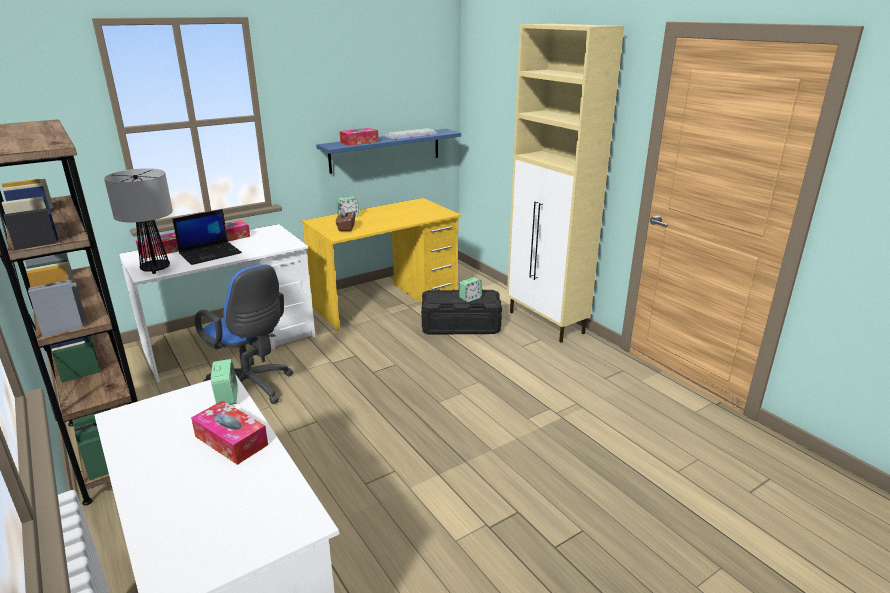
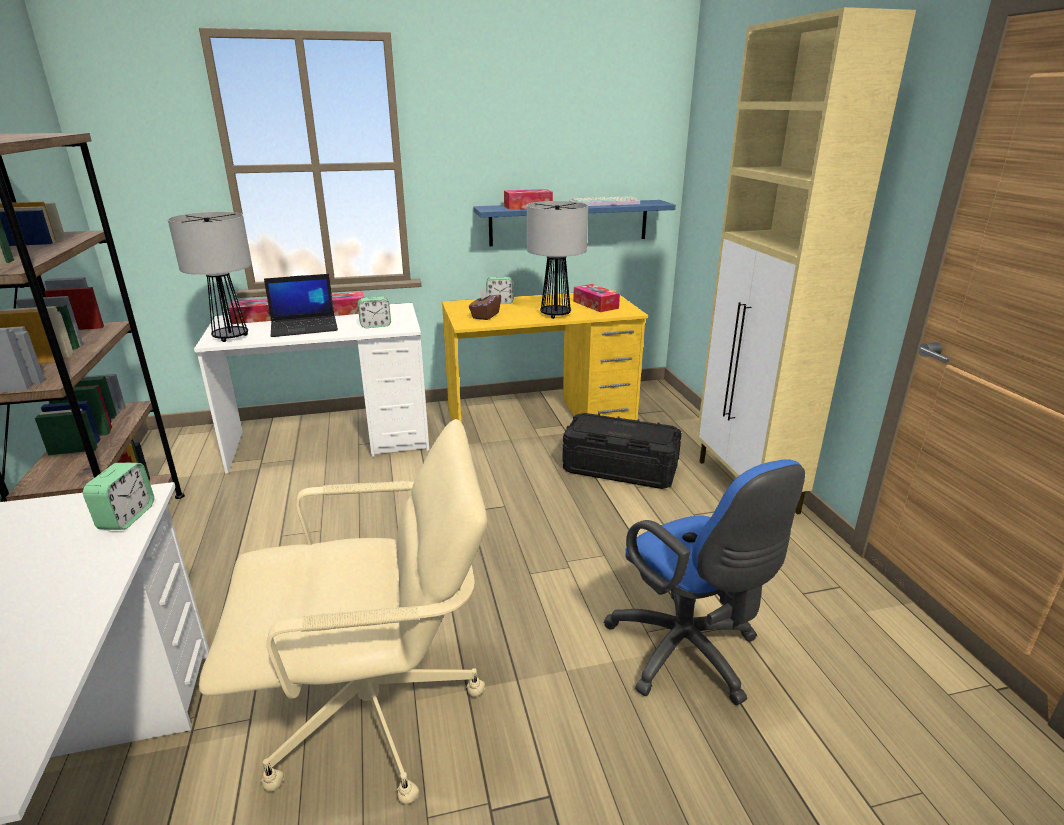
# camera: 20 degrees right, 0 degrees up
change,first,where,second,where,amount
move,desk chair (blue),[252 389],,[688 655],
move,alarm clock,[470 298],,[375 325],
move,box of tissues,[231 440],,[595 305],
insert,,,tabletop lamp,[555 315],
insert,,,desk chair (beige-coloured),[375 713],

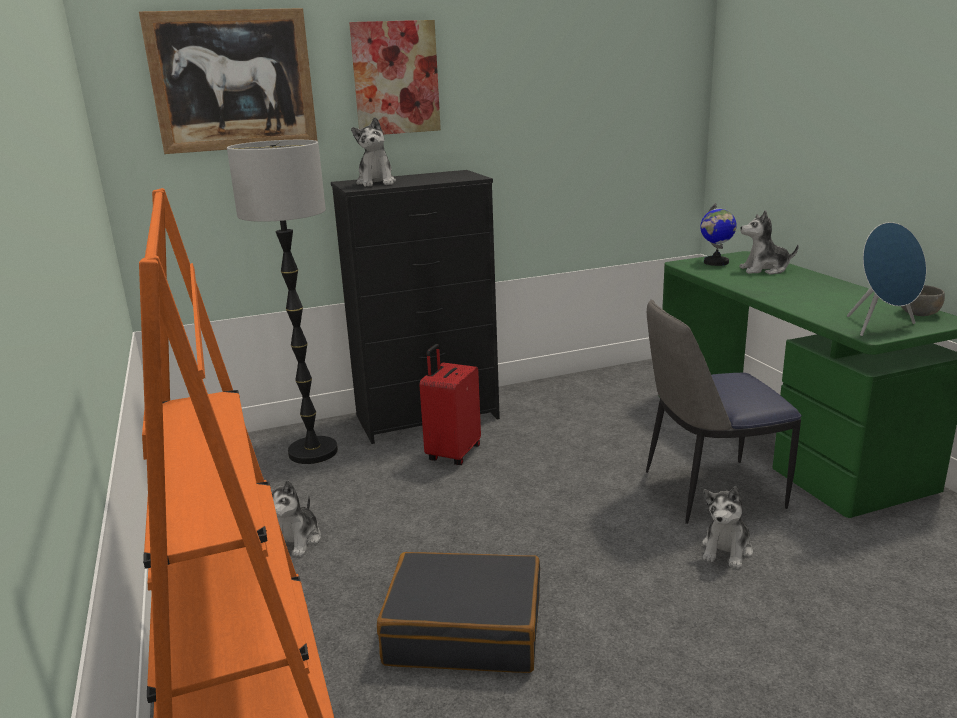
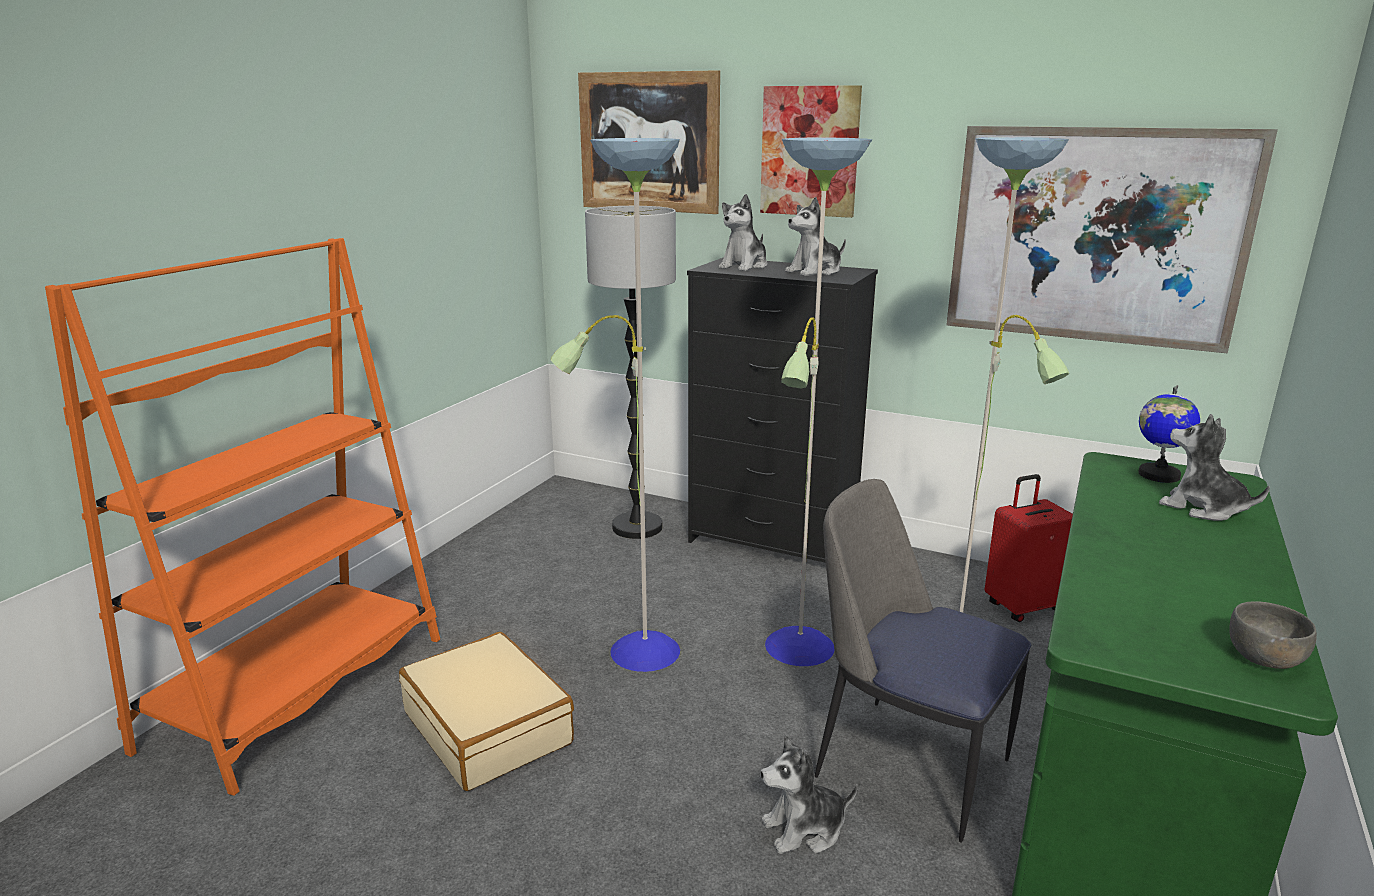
# camera: 45 degrees right, 0 degrees up
change,first,where,second,where,amount
delete,loudspeaker (blue),[881 327],,,
move,piece of luggage (reddish),[452 453],,[1022 607],
move,cuddly toy,[297 541],,[815 272],
recolor,piece of luggage (black-coloured),[464 629],piece of luggage (beige-coloured),[488 727],
insert,,,wall art,[1095 236],
insert,,,floor lamp,[800 649],

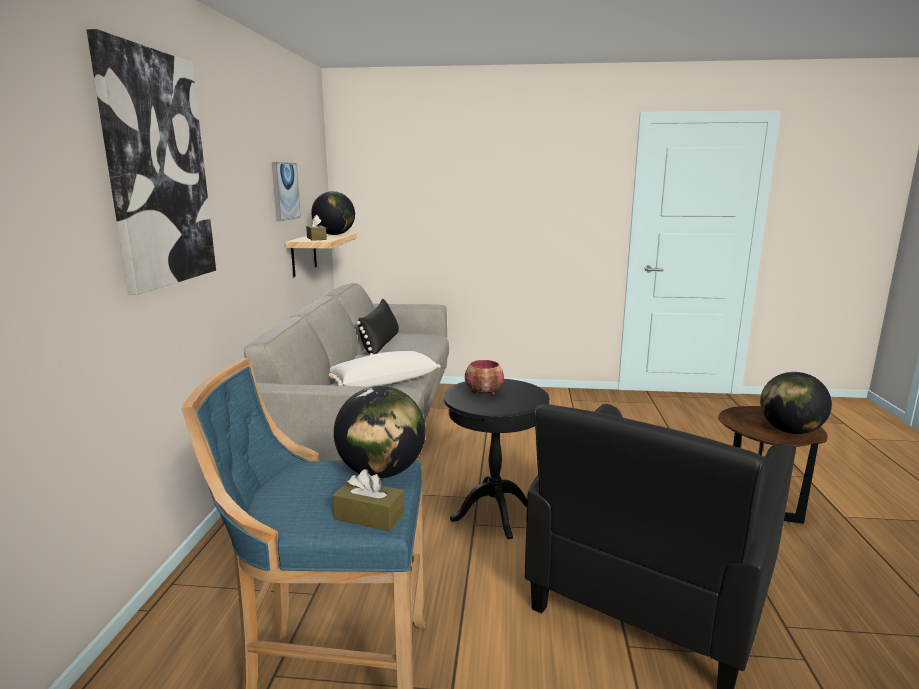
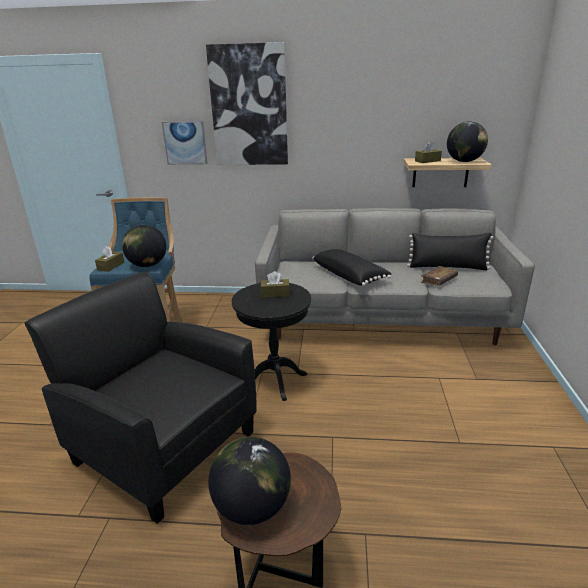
# camera: 90 degrees right, 10 degrees up
change,first,where,second,where,amount
move,wall art,[285 191],,[185 142],
recolor,pillow (white),[383 382],pillow (black-coloured),[350 276],
replace,deep dish,[485 393],box of tissues (brown-coloured),[275 293],
insert,,,book (brown-coloured),[438 281],

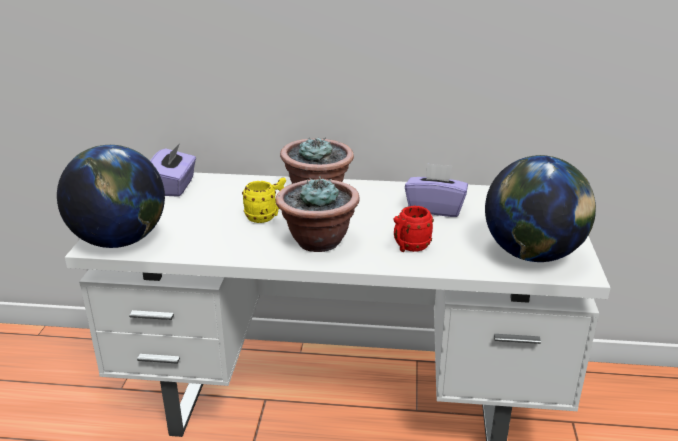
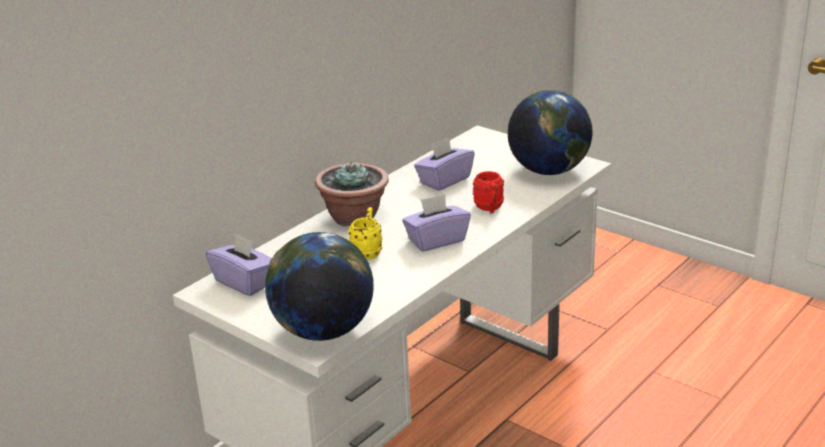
# camera: 55 degrees left, 0 degrees up
change,first,where,second,where,amount
replace,plant in a pot,[318 241],box of tissues (purple),[436 240],

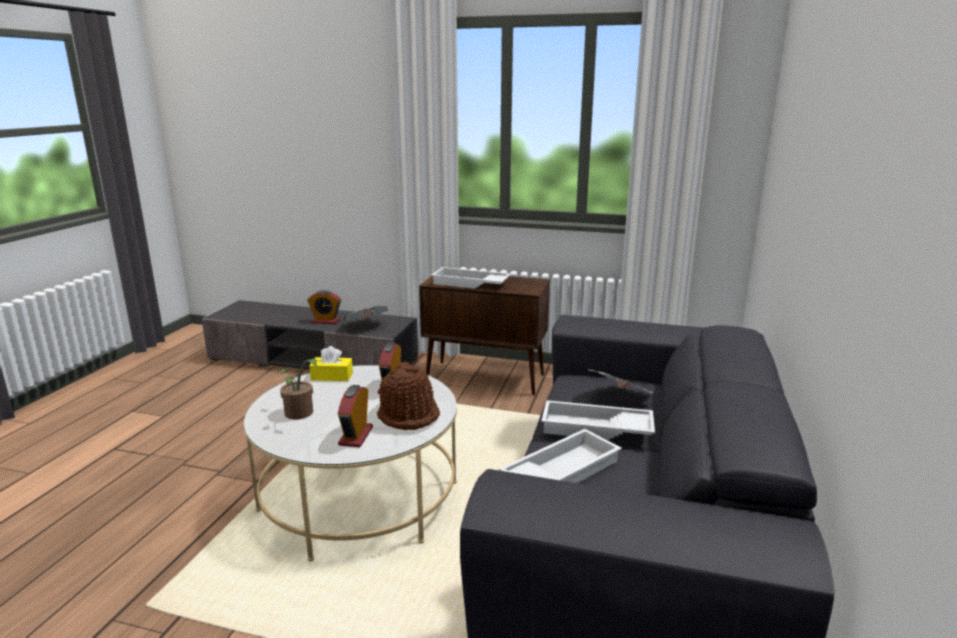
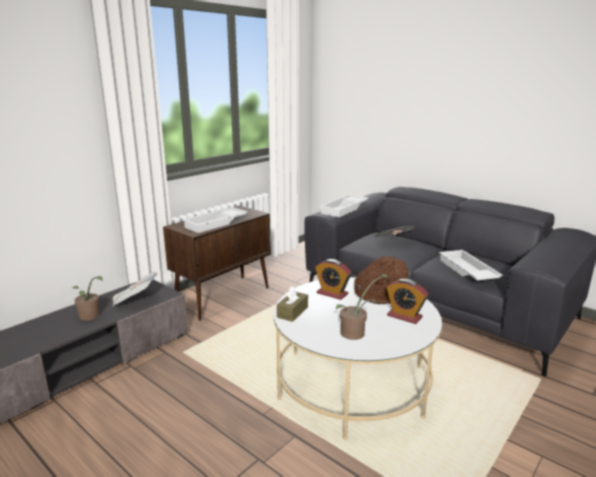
# camera: 65 degrees left, 0 degrees up
change,first,where,second,where,amount
replace,alarm clock,[326 321],plant in a pot,[90 316],
recolor,box of tissues (yellow-coloured),[332 376],box of tissues (brown-coloured),[292 312],
move,tray (white),[595 429],,[345 209],

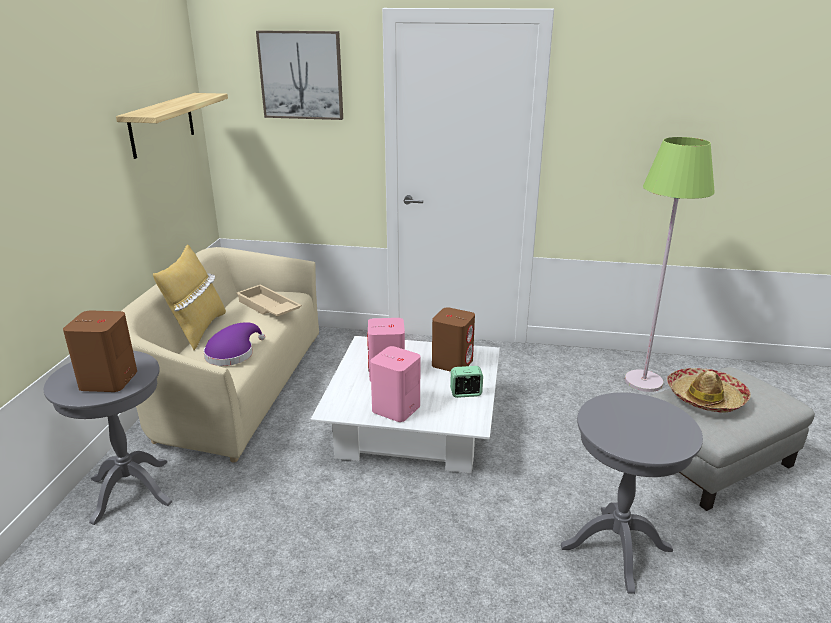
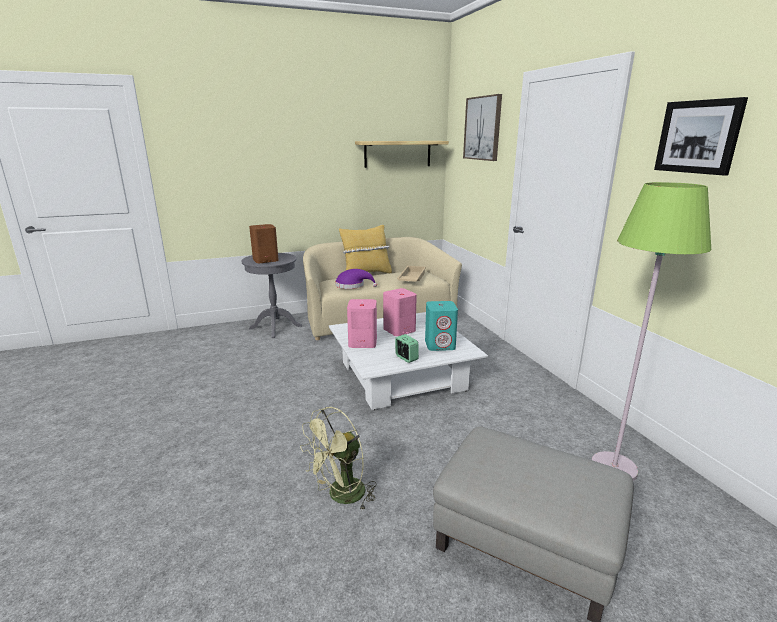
# camera: 60 degrees right, 5 degrees down
change,first,where,second,where,amount
recolor,loudspeaker (brown-coloured),[452 363],loudspeaker (blue-green),[440 345],
delete,hat,[705 397],,,
replace,accent table (grey),[616 548],fan (greenish),[341 496],
insert,,,wall art,[698 137],

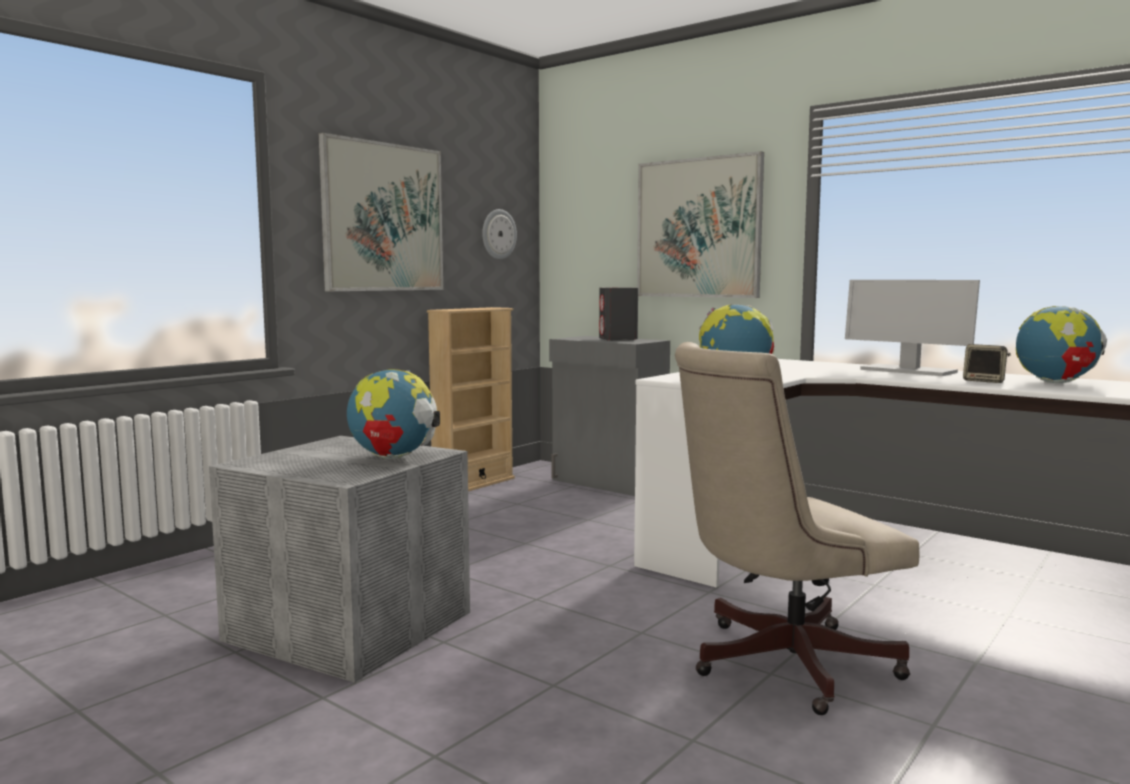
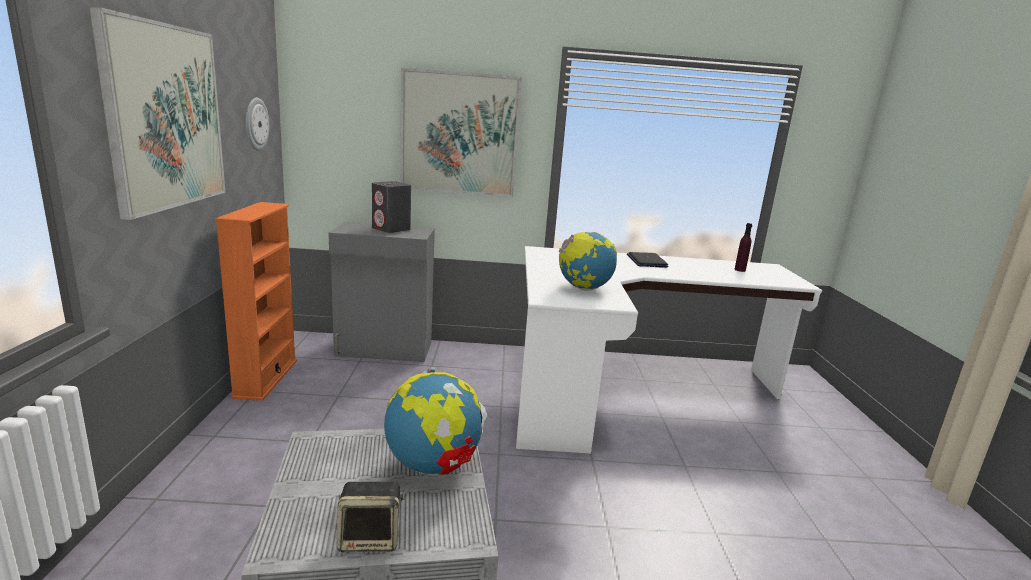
# camera: 40 degrees left, 10 degrees up
change,first,where,second,where,amount
replace,computer display,[907 371],portable computer,[646 261],
replace,desk globe,[1056 383],beverage bottle (purple),[740 270],
recolor,bookshelf (beige-coloured),[473 484],bookshelf (orange),[266 378],
delete,desk chair (beige-coloured),[779 663],,,
move,loudspeaker,[985 381],,[371 539],

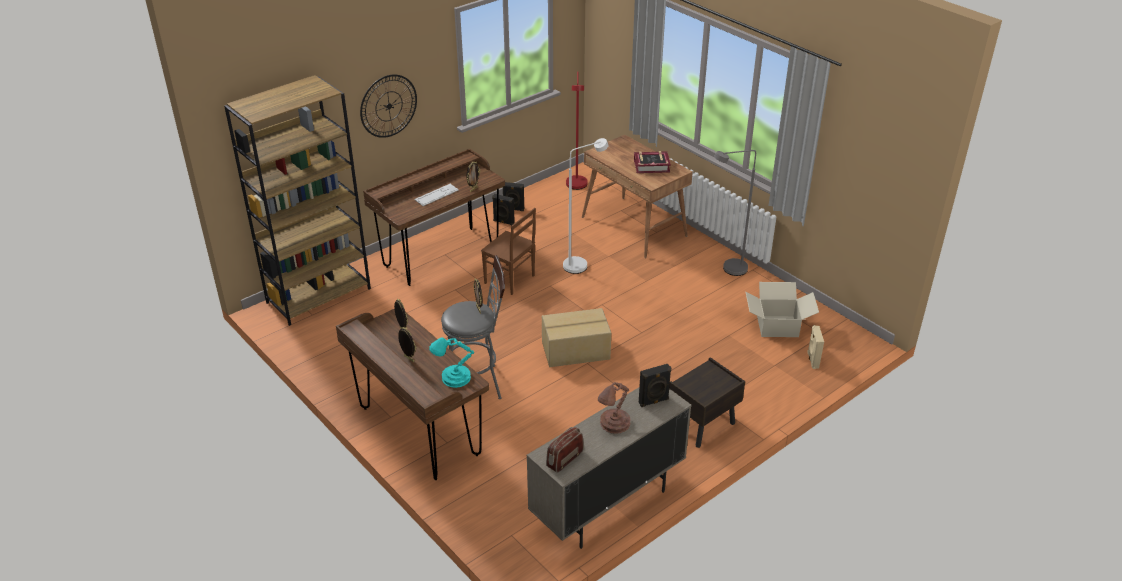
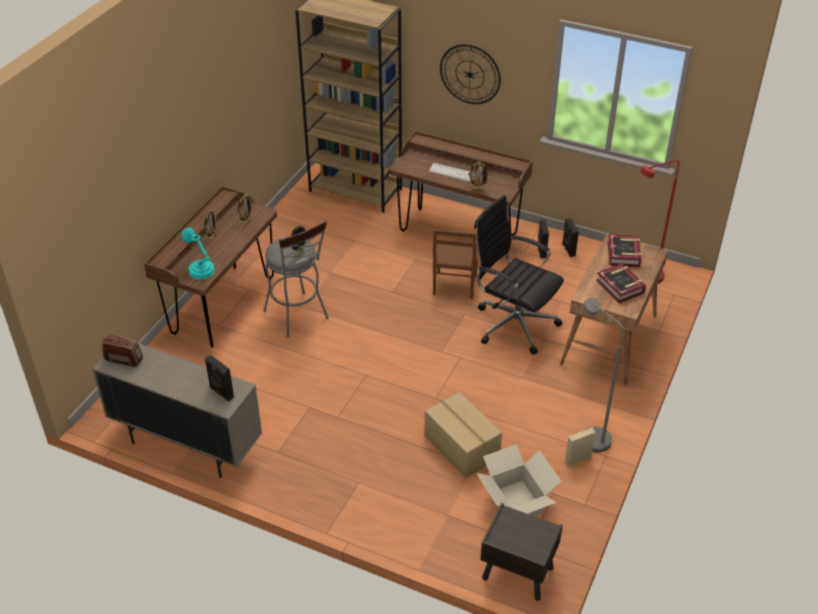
# camera: 65 degrees right, 5 degrees up
change,first,where,second,where,amount
replace,floor lamp (white),[581 264],desk chair (black-coloured),[513 323],
move,carton,[576 351],,[461 447],
move,loudspeaker (beige-coloured),[812 360],,[577 459],
move,night table (brown-coloured),[702 426],,[516 573],
delete,tabletop lamp (brown-coloured),[613 424],,,
insert,,,book,[624 254],

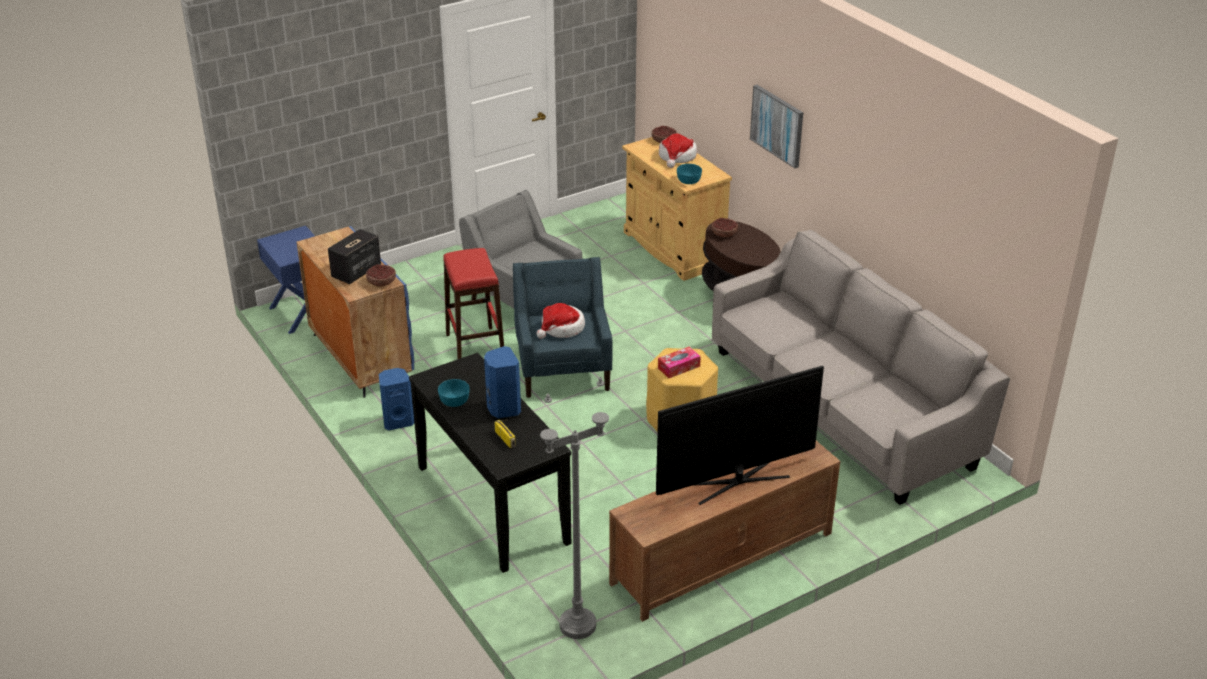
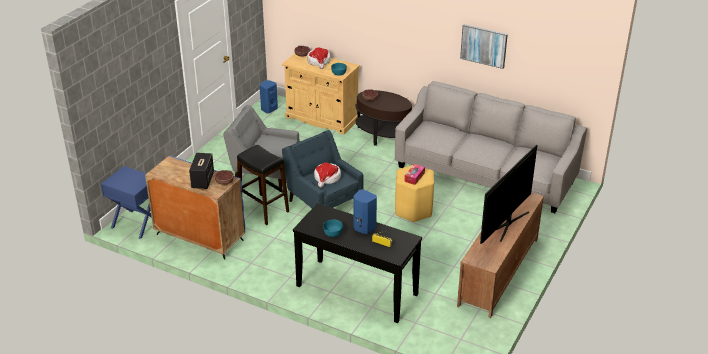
# camera: 30 degrees left, 0 degrees up
change,first,where,second,where,amount
move,wall art,[777 125],,[484 45],
recolor,sitting stool (reddish),[475 348],sitting stool (black-coloured),[263 209],
move,loudspeaker (blue),[398 421],,[268 109],
delete,floor lamp (grey),[577 625],,,

